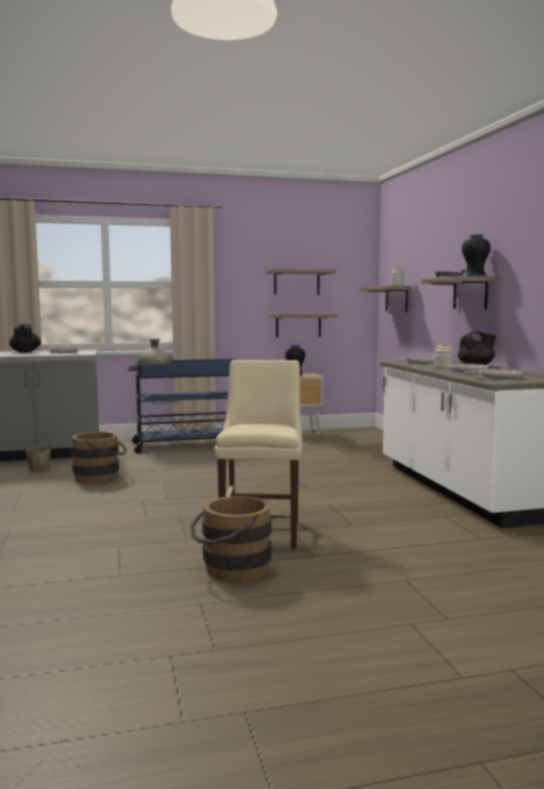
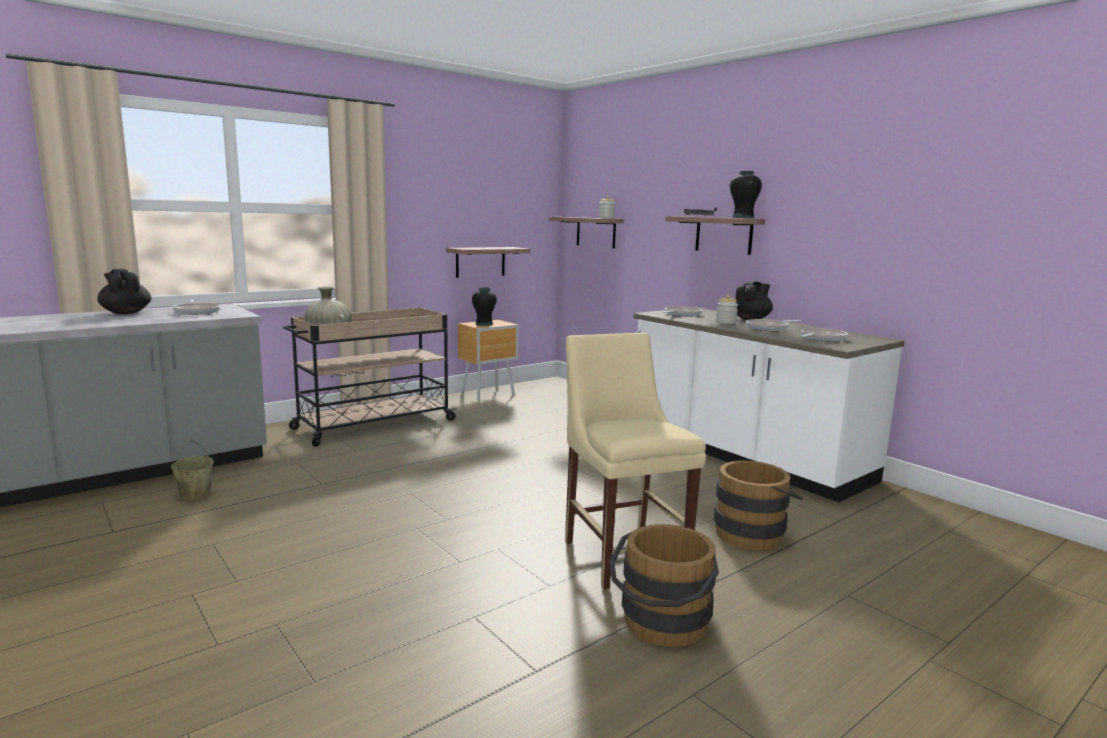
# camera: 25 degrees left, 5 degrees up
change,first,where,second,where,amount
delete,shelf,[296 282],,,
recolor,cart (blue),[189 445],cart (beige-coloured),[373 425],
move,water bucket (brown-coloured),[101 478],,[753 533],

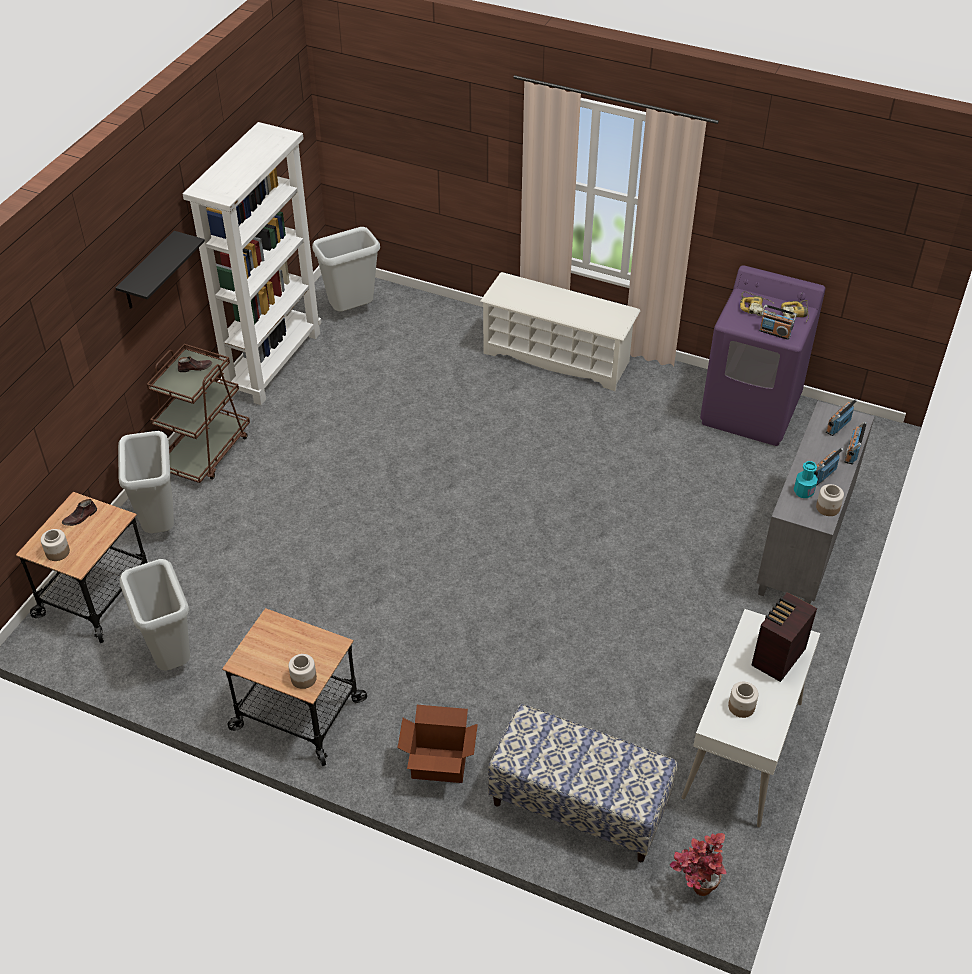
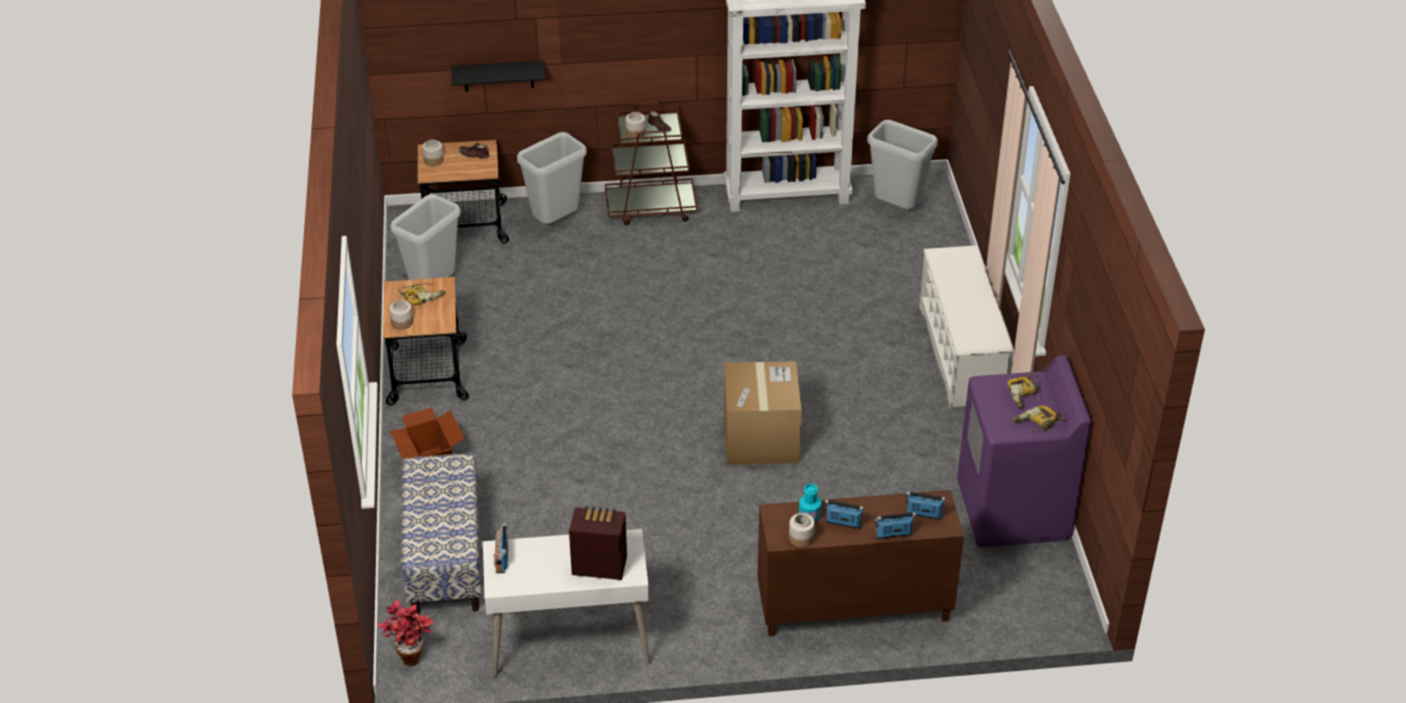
# camera: 60 degrees right, 5 degrees down
change,first,where,second,where,amount
move,shelf (black-coloured),[148 272],,[498 76],
move,radio,[775 333],,[501 560],
recolor,cabinet (grey),[805 545],cabinet (brown-coloured),[853 609],
move,jar,[741 706],,[635 133],
insert,,,power drill,[423 296],
insert,,,carton,[761 439],

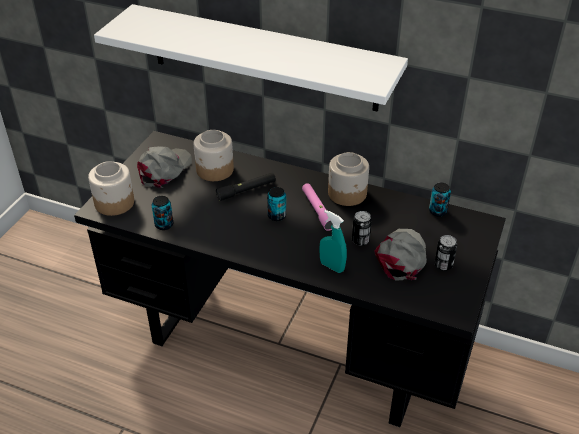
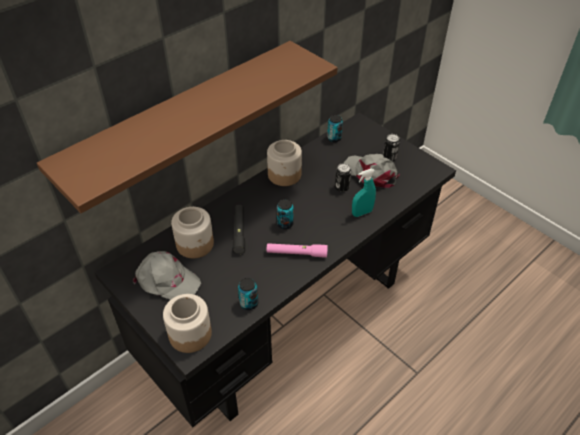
# camera: 65 degrees left, 5 degrees up
change,first,where,second,where,amount
recolor,shelf (white),[263 58],shelf (brown-coloured),[182 120],
rotate,peaked cap (grey),[164 170],,[167 281],150 degrees clockwise
move,torch (pinkish),[317 210],,[296 253],

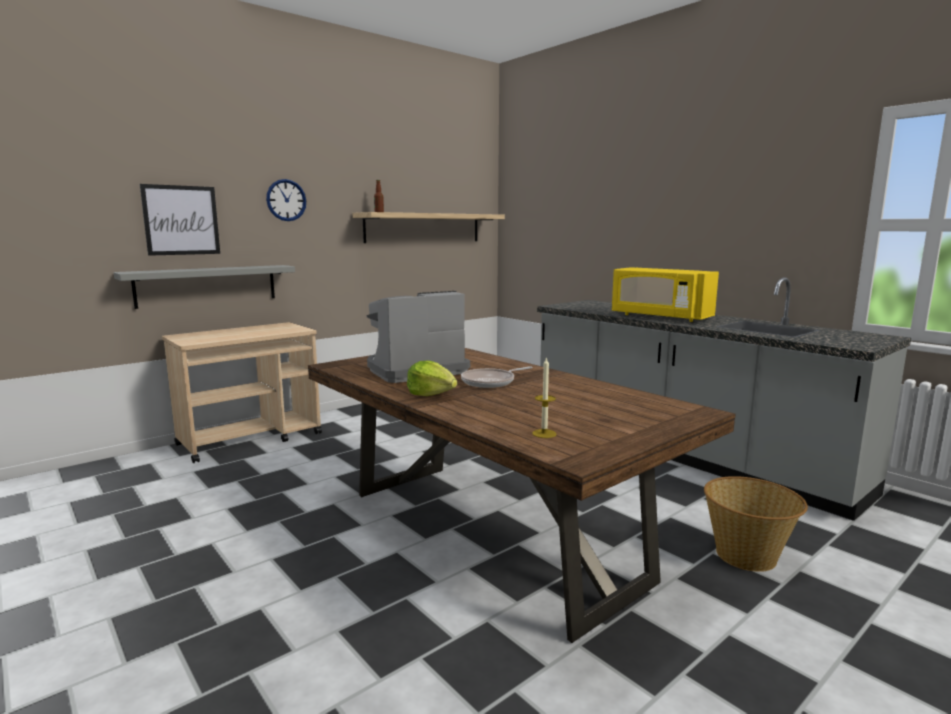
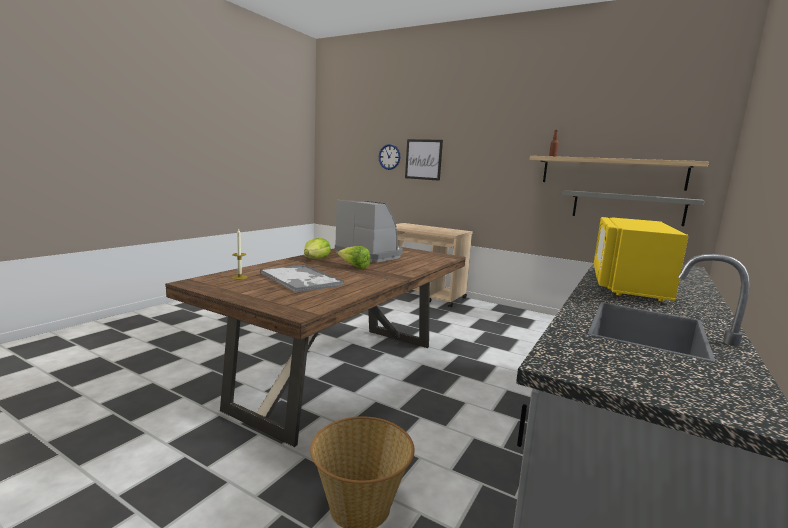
# camera: 70 degrees right, 0 degrees up
change,first,where,second,where,amount
move,clock on the wall,[286 200],,[389 157],
move,shelf (grey),[207 285],,[627 207],
replace,skillet,[491 382],head of lettuce,[354 267],
insert,,,tray,[301 279],

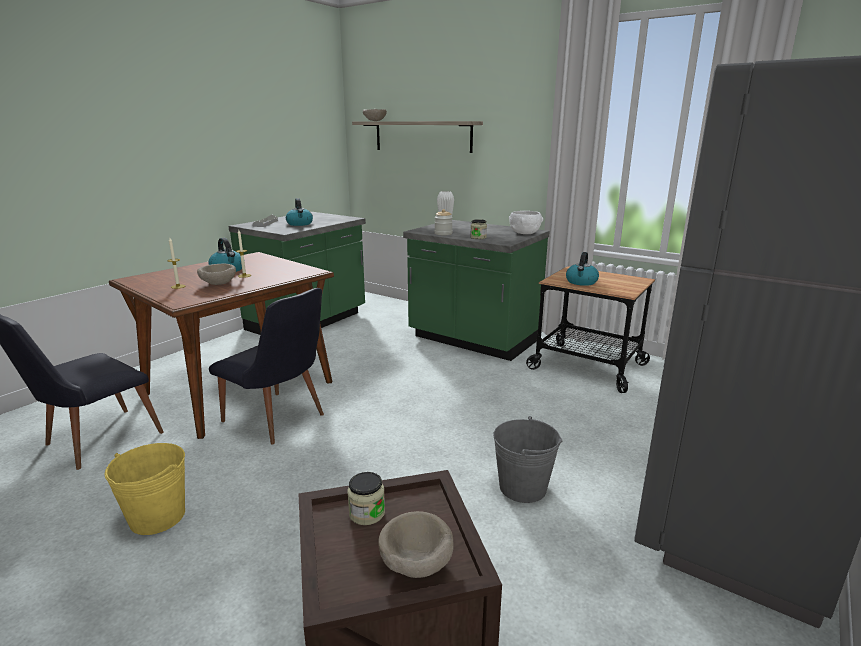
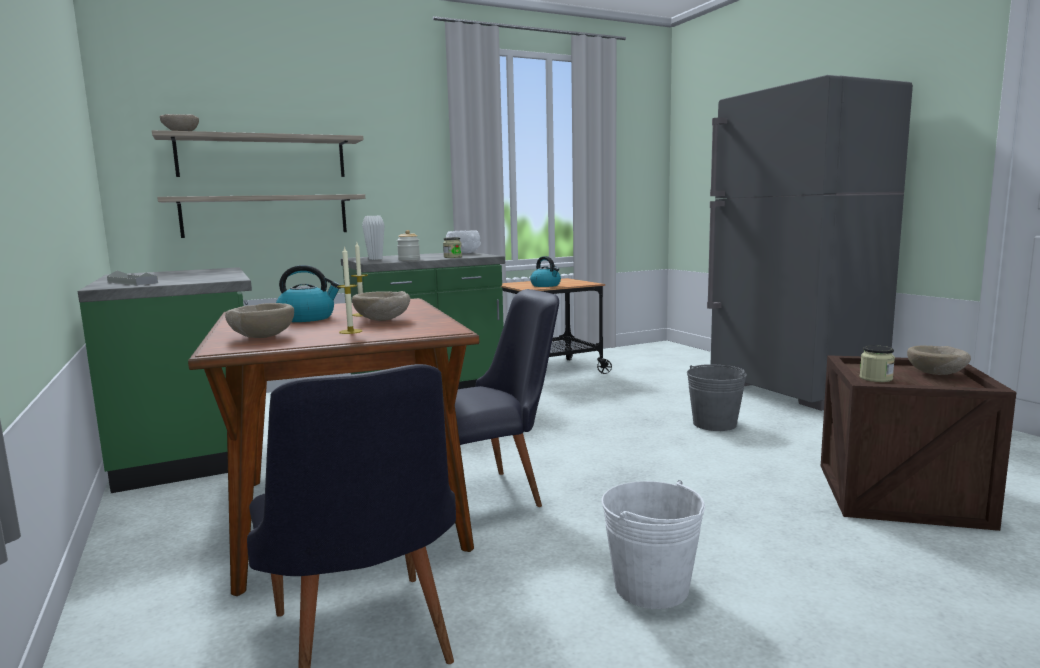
# camera: 60 degrees left, 10 degrees down
change,first,where,second,where,amount
delete,kettle,[300 224],,,
recolor,water bucket (yellow-coloured),[157 517],water bucket (white),[651 587],
insert,,,shelf,[266 215],
insert,,,deep dish (beige-coloured),[262 337],

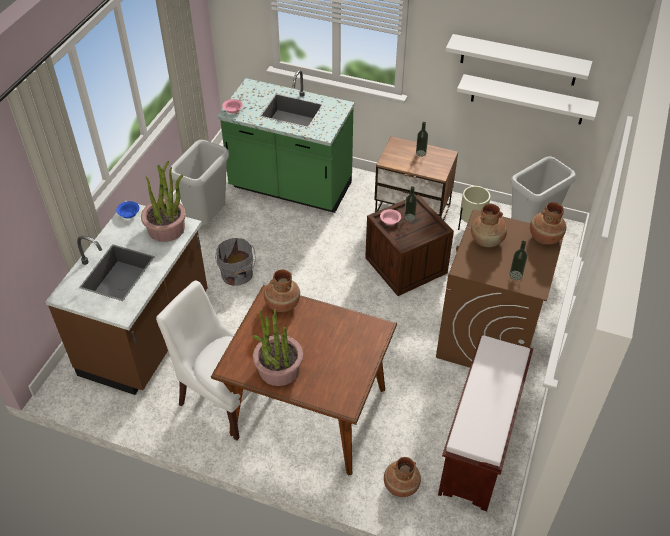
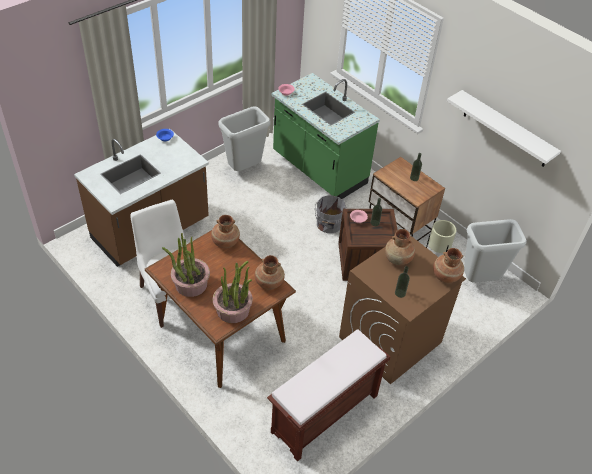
# camera: 25 degrees right, 0 degrees up
change,first,where,second,where,amount
delete,shelf (white),[527 100],,,
move,plant in a pot,[167 228],,[233 310],
move,water bucket (grey),[237 275],,[328 225],
move,decorative vase (brown-coloured),[400 485],,[269 282],

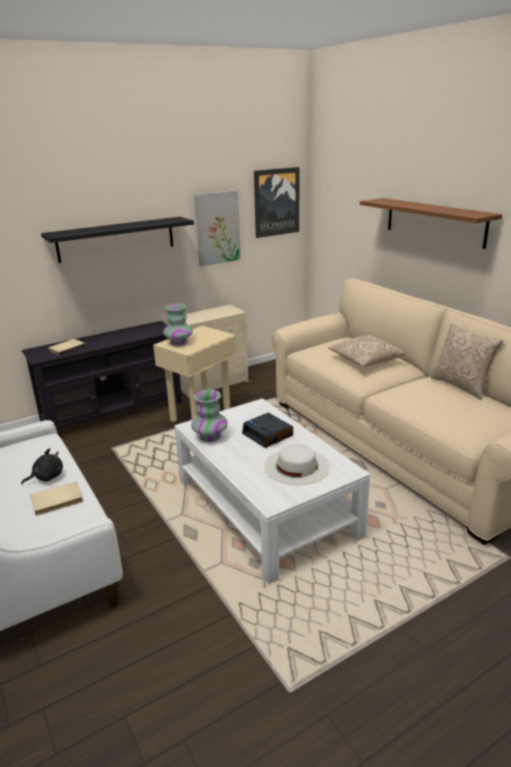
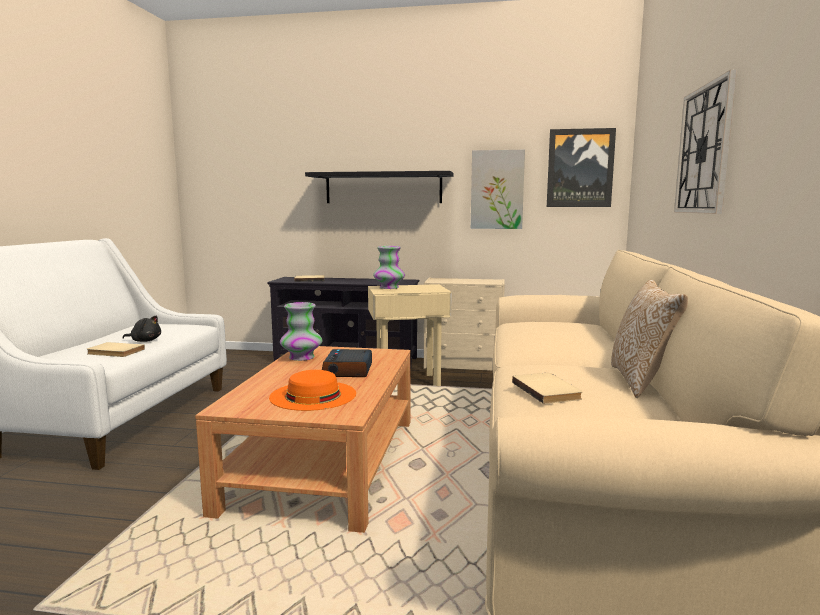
# camera: 40 degrees right, 15 degrees down
change,first,where,second,where,amount
replace,shelf,[434 222],clock on the wall,[704 150],
delete,pillow,[365 361],,,
recolor,low table (white),[266 508],low table (brown-coloured),[325 463],
recolor,hat (white),[296 466],hat (orange),[313 395],
insert,,,book (beige-coloured),[548 390],

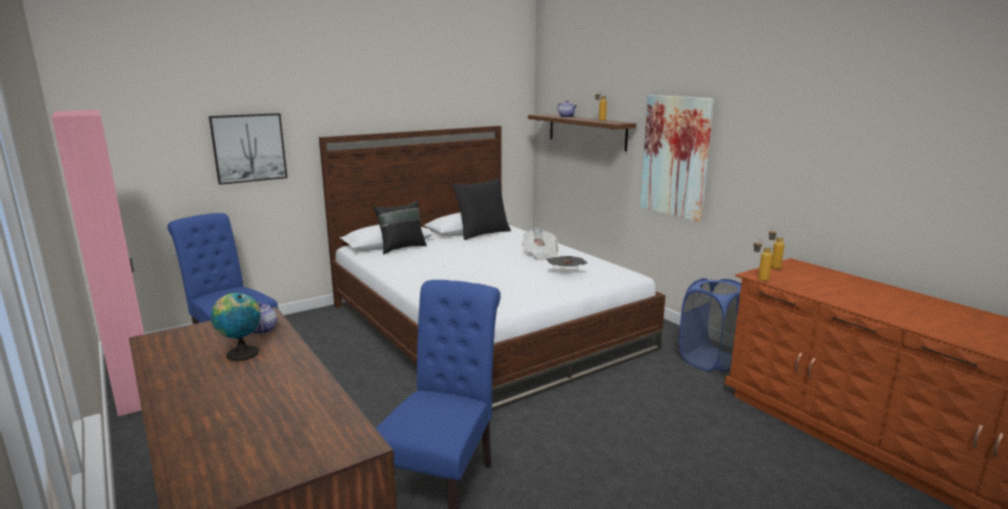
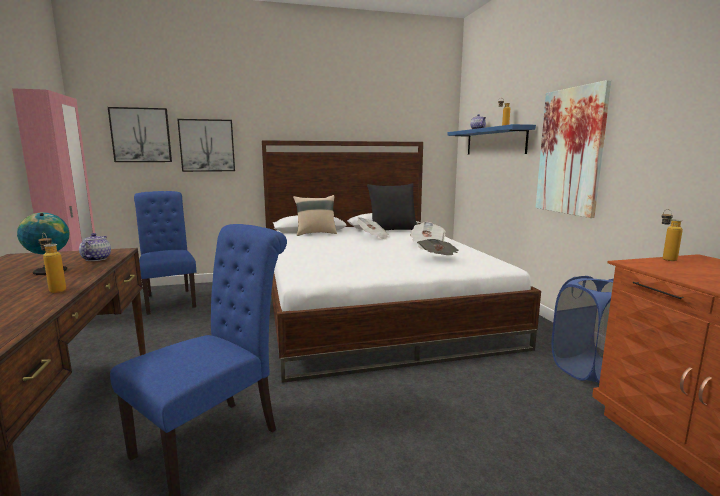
# camera: 20 degrees right, 5 degrees down
change,first,where,second,where,amount
recolor,shelf (brown-coloured),[586 131],shelf (blue),[495 141],
recolor,pillow (black-coloured),[401 248],pillow (beige-coloured),[315 233],
move,beverage bottle,[758 279],,[55 290],
insert,,,wall art,[141 135],
insert,,,daily paper,[373 237],

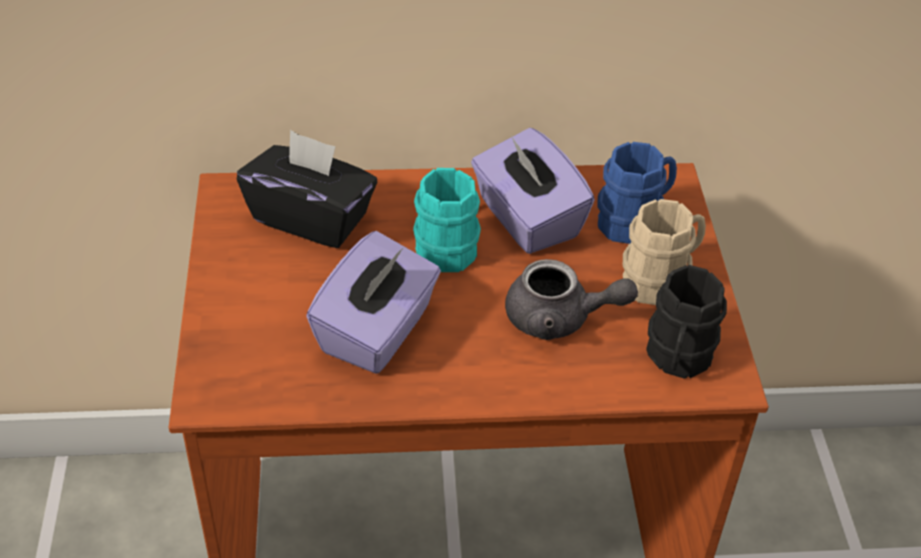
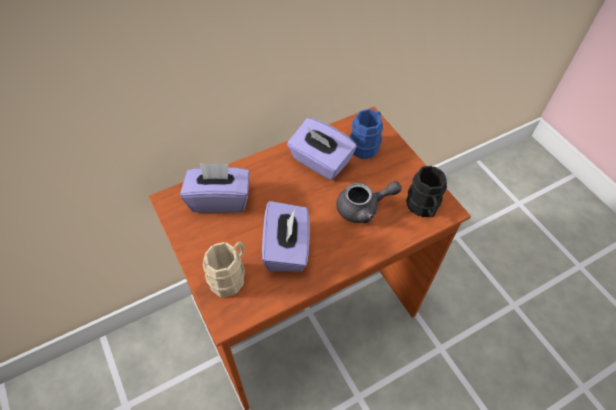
# camera: 25 degrees left, 10 degrees up
change,first,where,second,where,amount
recolor,box of tissues (black-coloured),[311 218],box of tissues (purple),[219 199],
delete,coffee mug (blue-green),[446 243],,,
move,coffee mug (beige-coloured),[661 279],,[230 276],

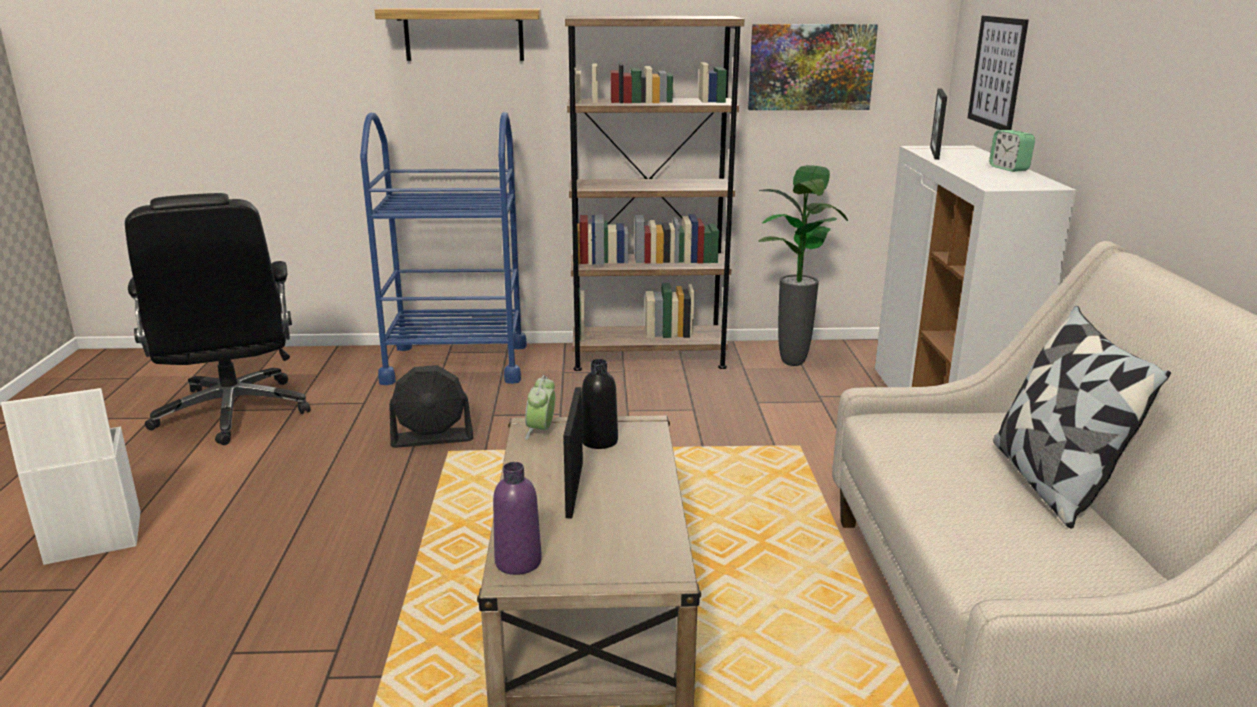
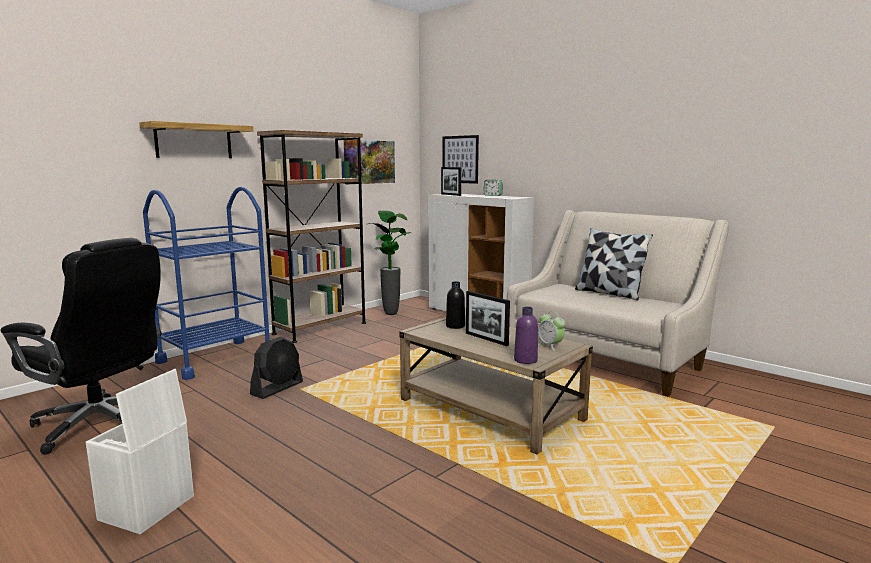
# camera: 45 degrees left, 10 degrees down
change,first,where,second,where,amount
move,alarm clock,[541 431],,[550 346],

